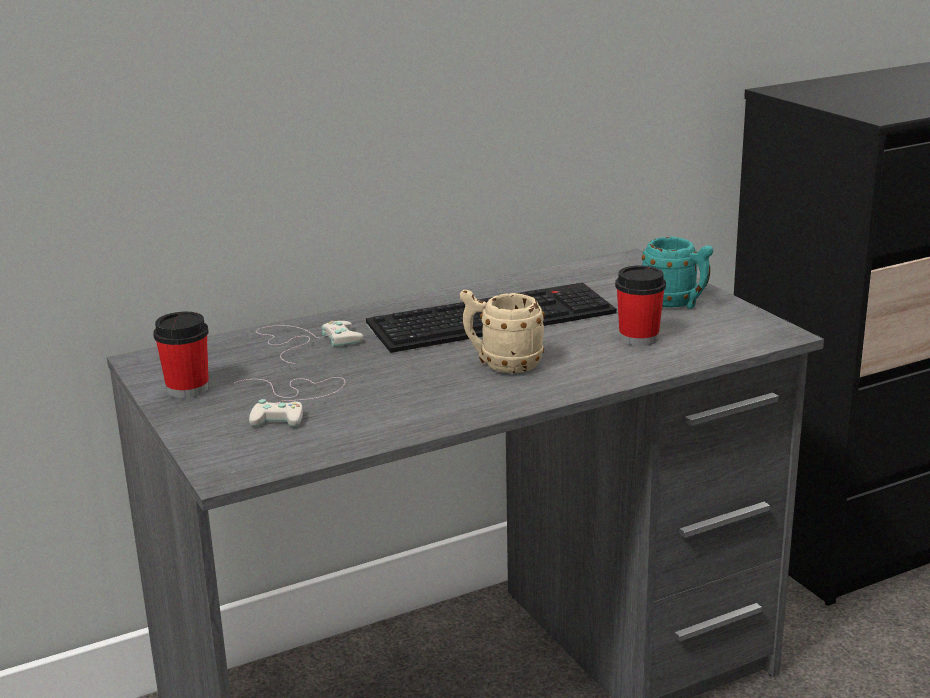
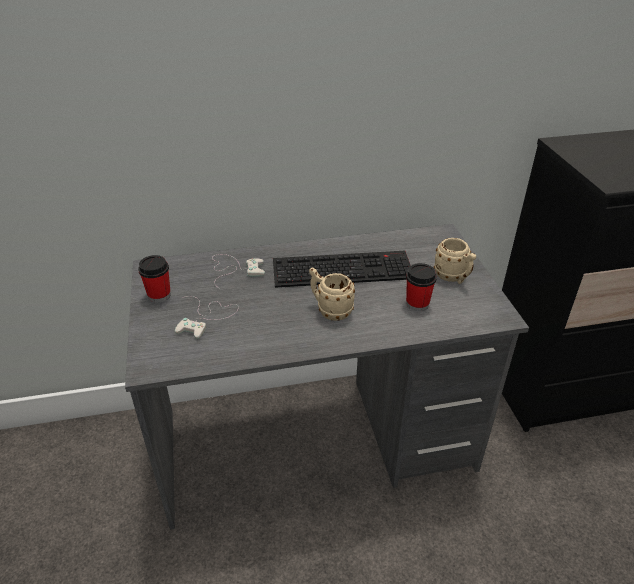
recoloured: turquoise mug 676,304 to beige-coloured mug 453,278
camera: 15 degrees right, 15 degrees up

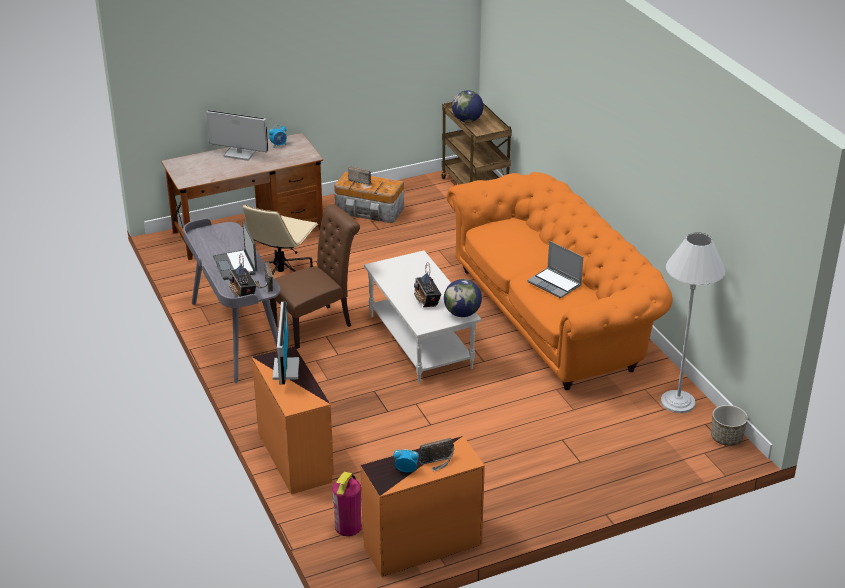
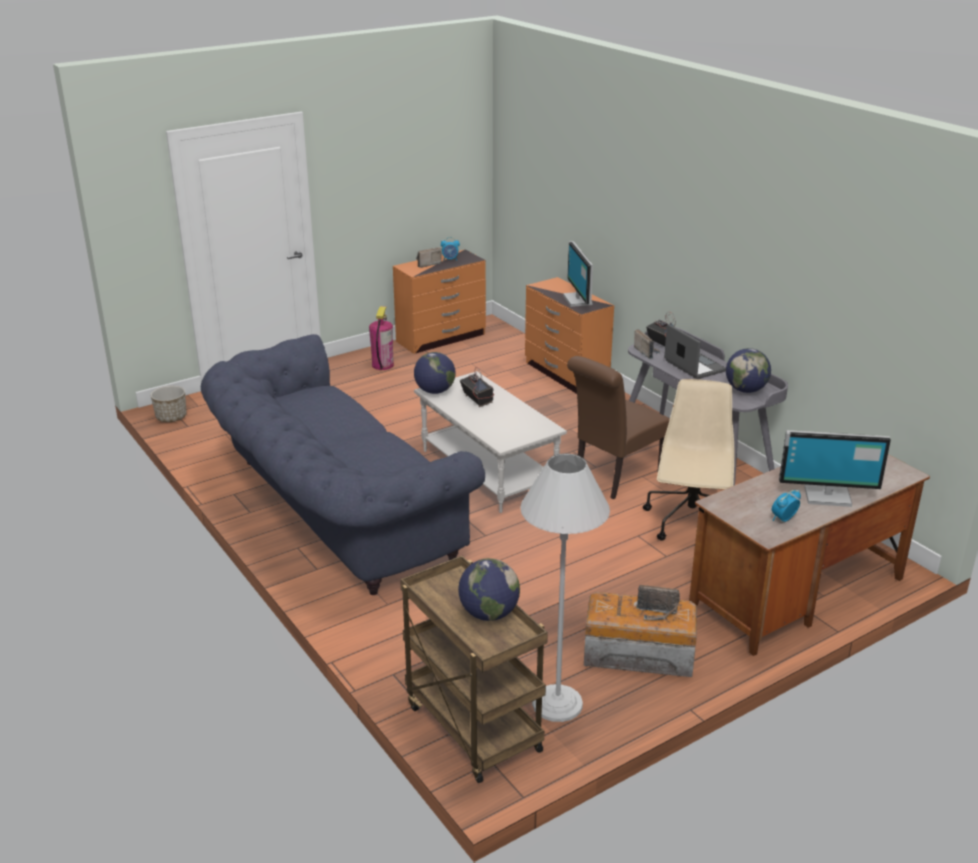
removed: portable computer 555,284
added: globe 745,390
moved: white floor lamp 678,402 to 557,704; fire-fighting cylinder 348,526 to 382,365
recoloured: orangey settee 555,316 to blue settee 331,513
camera: 170 degrees right, 5 degrees down

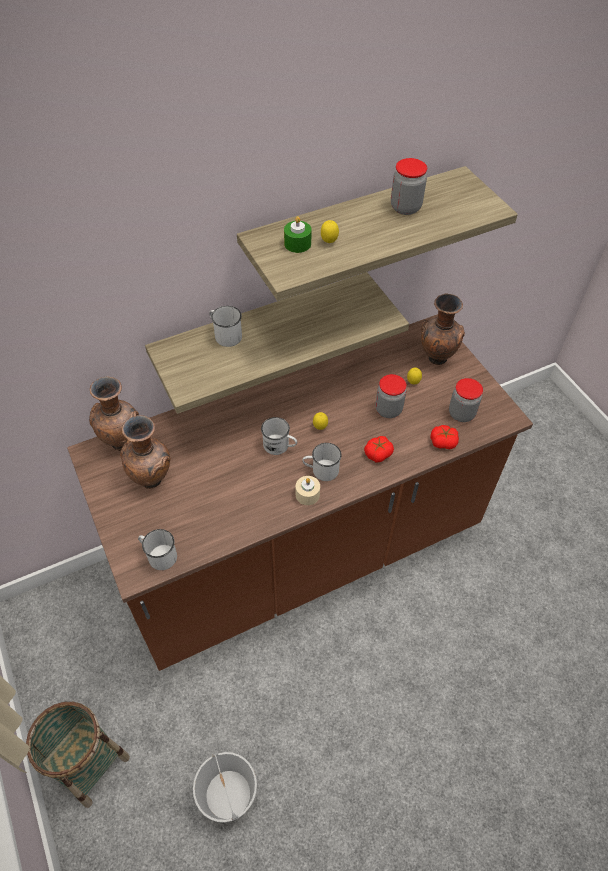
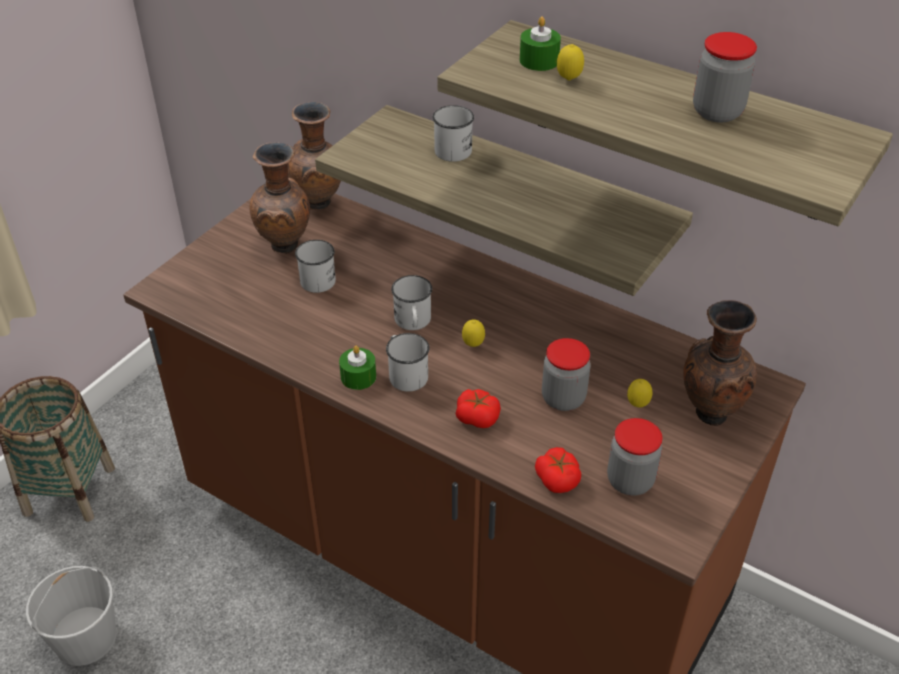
moved: white mug 158,555 to 318,277
recoloured: beige-coloured candle 307,494 to green-coloured candle 358,377
camera: 60 degrees right, 10 degrees down

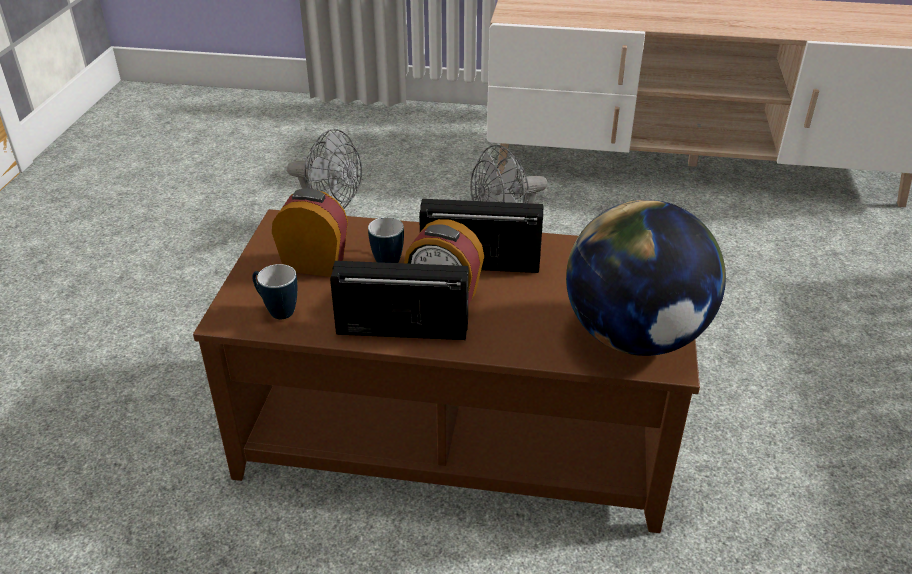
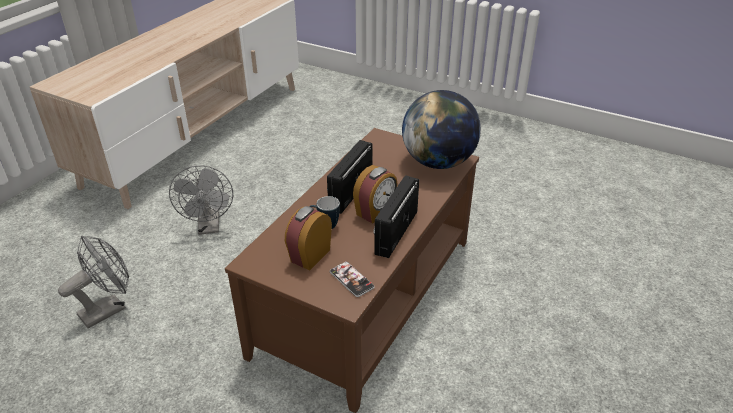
replaced: mug 276,310 to phone 351,280
camera: 70 degrees left, 0 degrees up

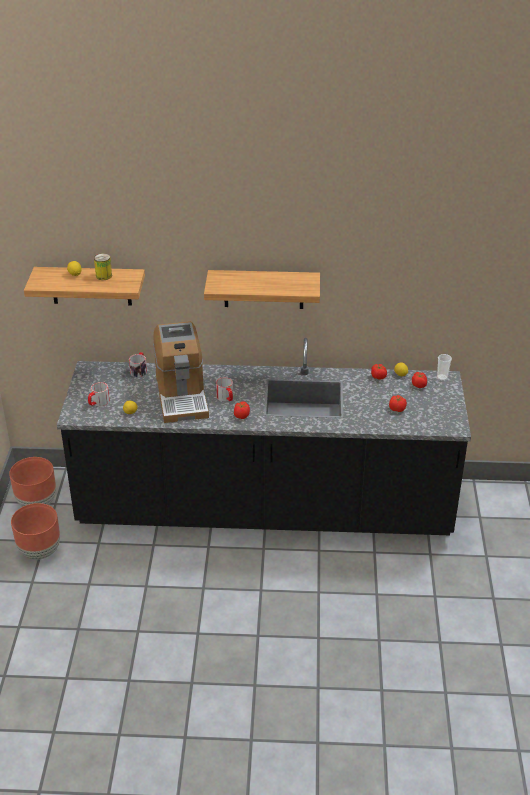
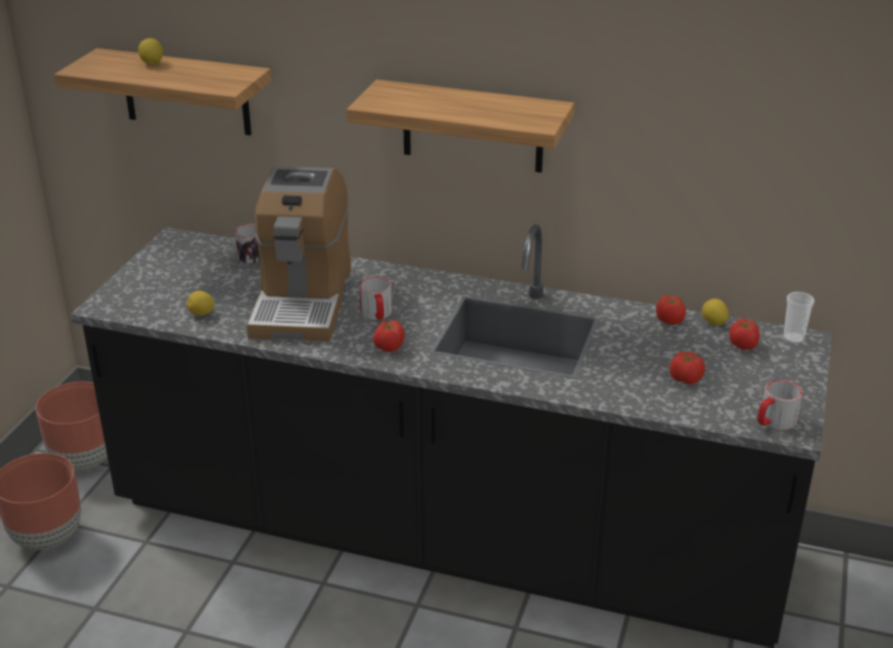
removed: metal can 104,276
moved: mug 98,402 to 773,421
camera: 15 degrees right, 5 degrees down

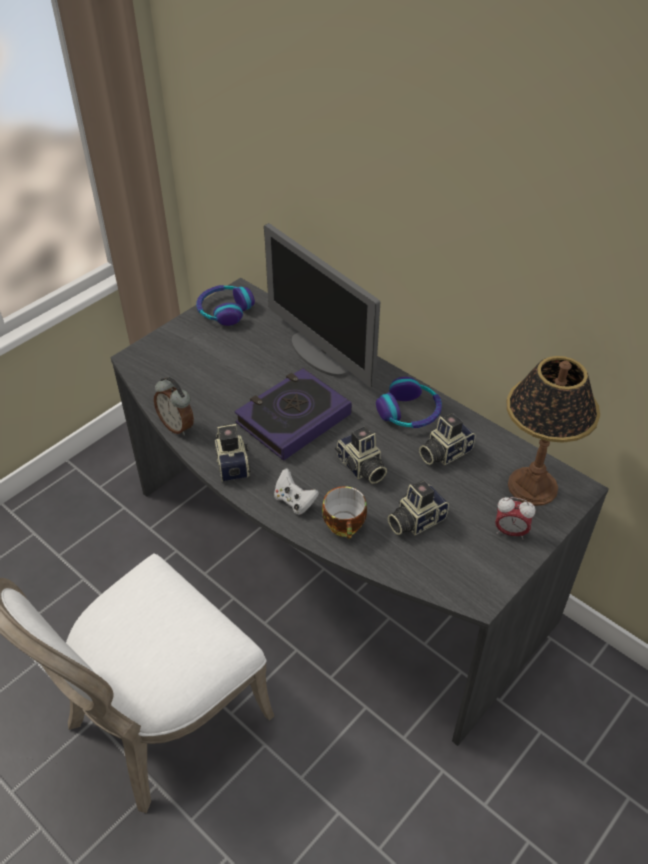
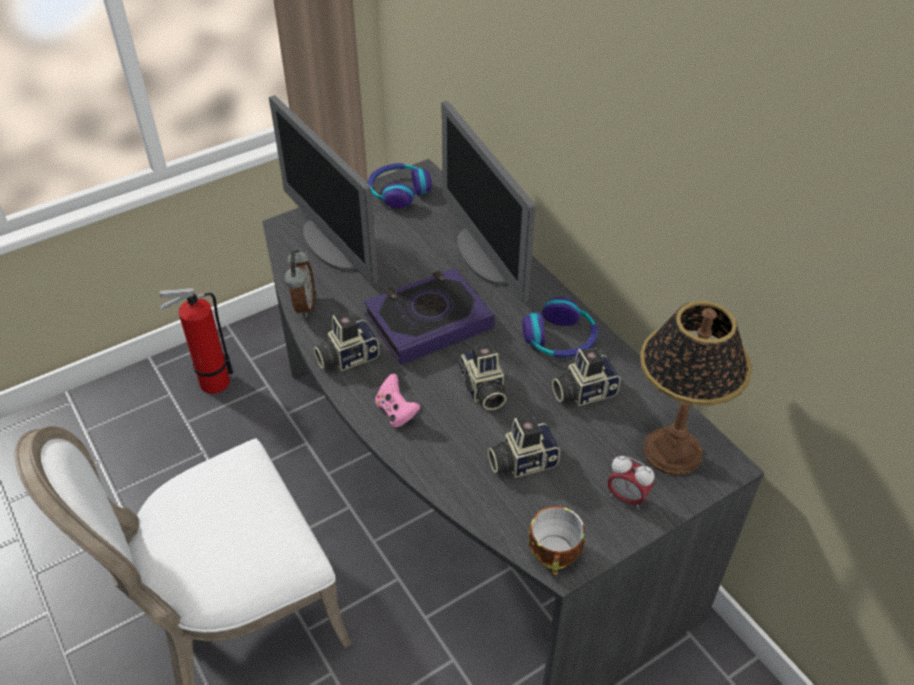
added: monitor 331,246; fire-fighting cylinder 210,383
moved: small cup 345,526 to 556,555
recoloured: white joypad 294,501 to pinkish joypad 396,412
turned: alarm clock 177,426 = 303,306 150 degrees counterclockwise; photo camera 233,462 = 346,356 120 degrees counterclockwise
camera: 15 degrees right, 0 degrees up

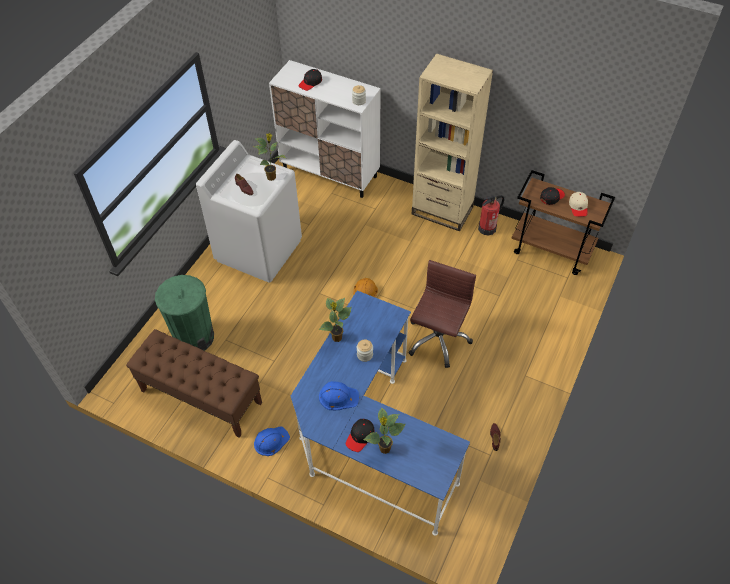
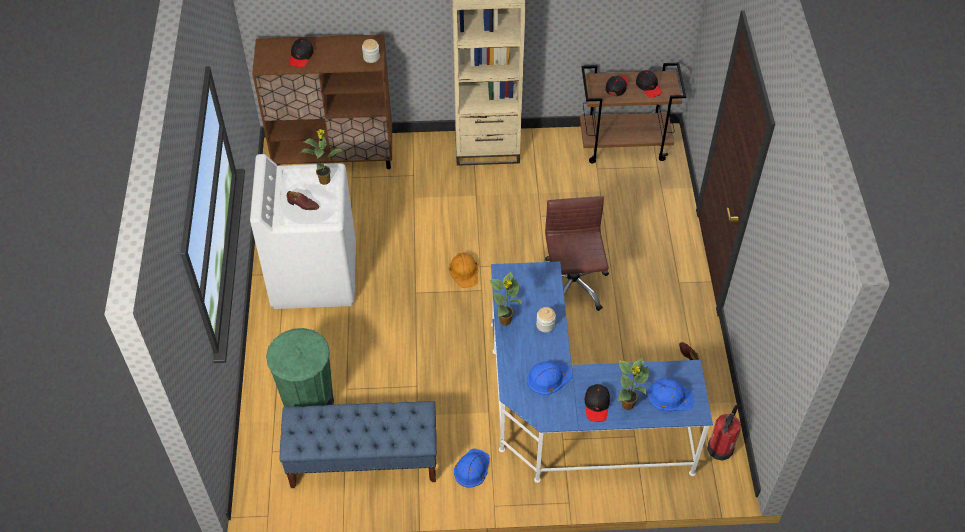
added: blue safety helmet 670,396
moved: fire-fighting cylinder 487,228 to 720,448
recoloured: white cupboard 330,173 to brown cupboard 334,155; beige-coloured cap 578,207 to blackish cap 648,86; brown bench 201,397 to blue bench 363,461
camera: 30 degrees left, 0 degrees up

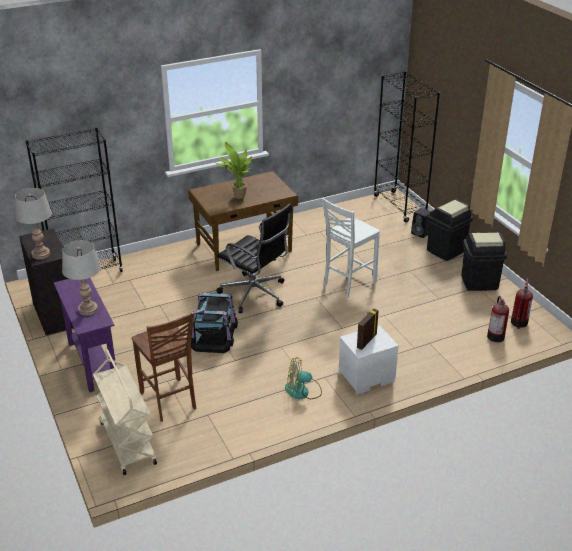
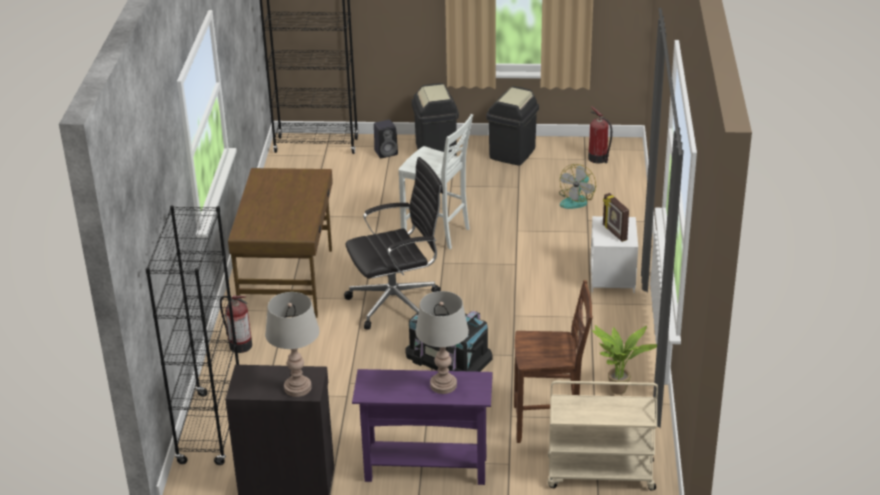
moved: houseplant 238,197 to 618,392; fire-fighting cylinder 495,336 to 239,345; cooling fan 302,391 to 577,200
turned: white chair 348,283 = 437,232 45 degrees counterclockwise
camera: 60 degrees left, 0 degrees up

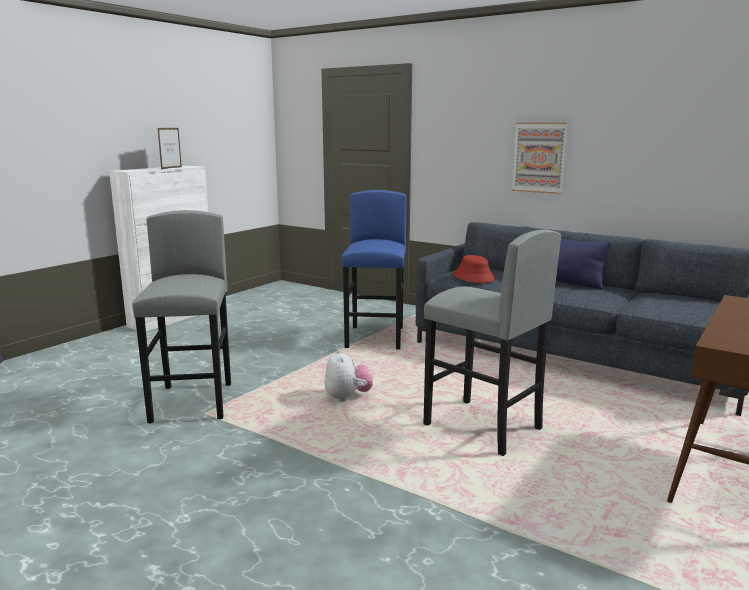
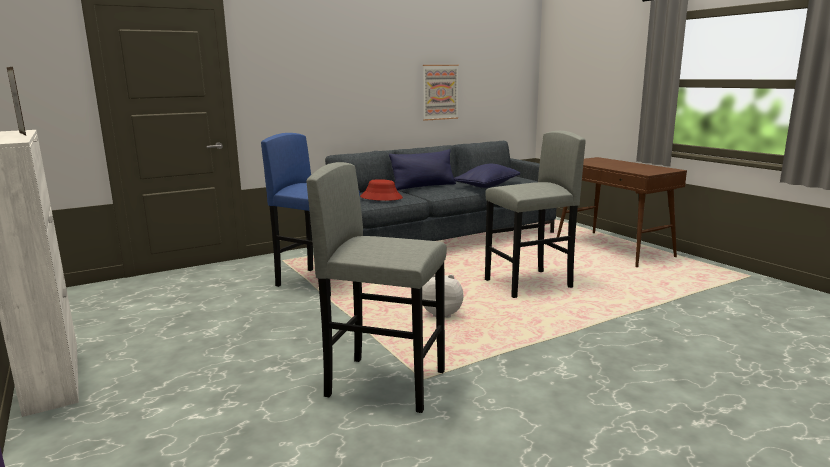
added: blue throw pillow 487,186
moved: picture 539,157 to 440,92
camera: 65 degrees left, 0 degrees up

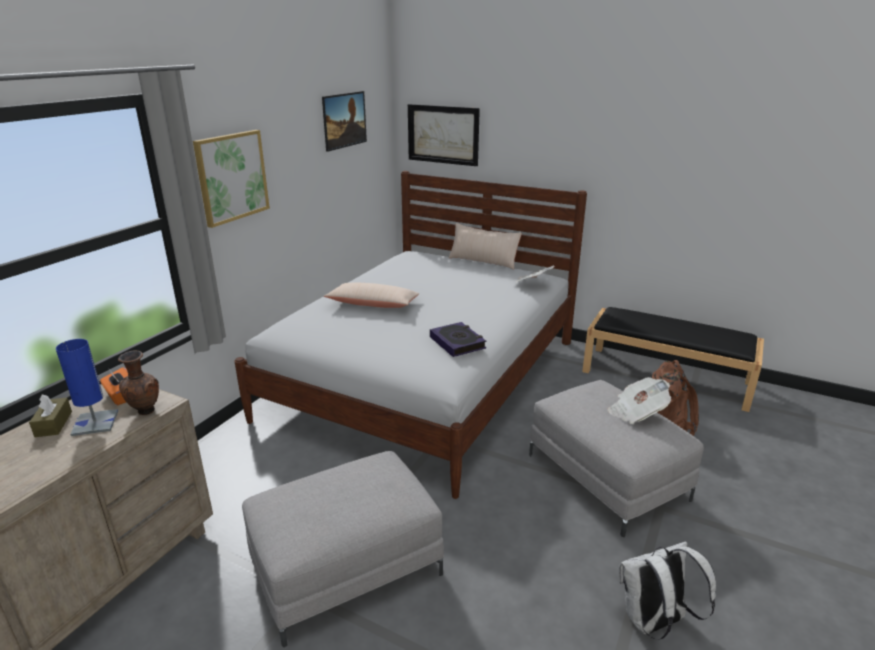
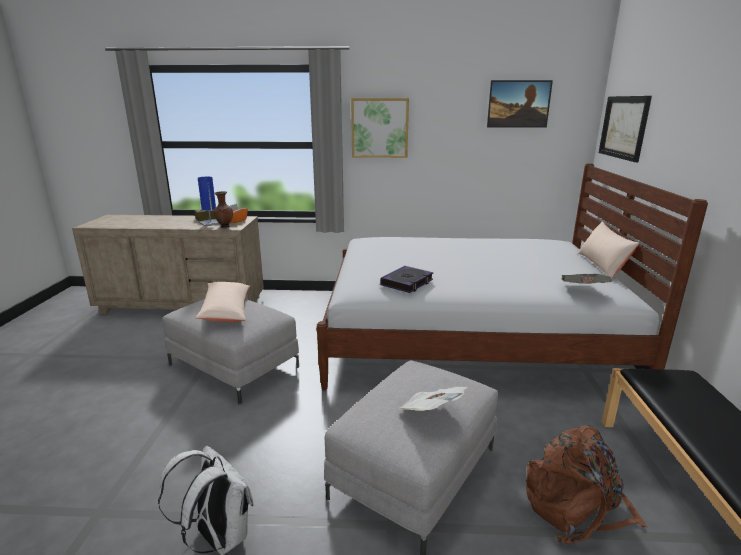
moved: beige-coloured throw pillow 373,304 to 226,310
camera: 65 degrees right, 5 degrees down

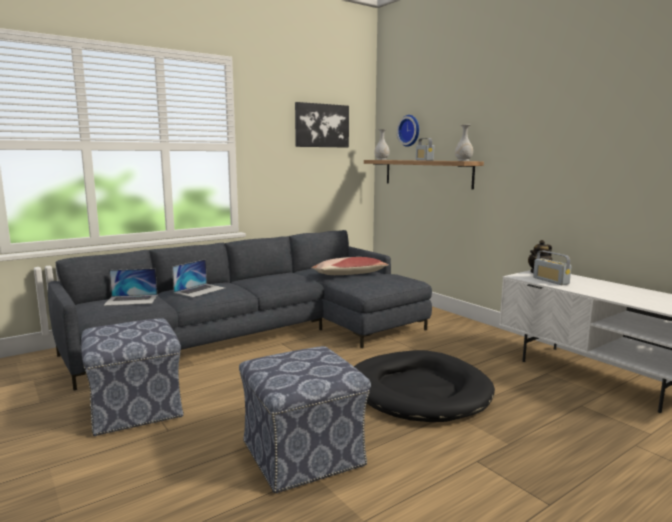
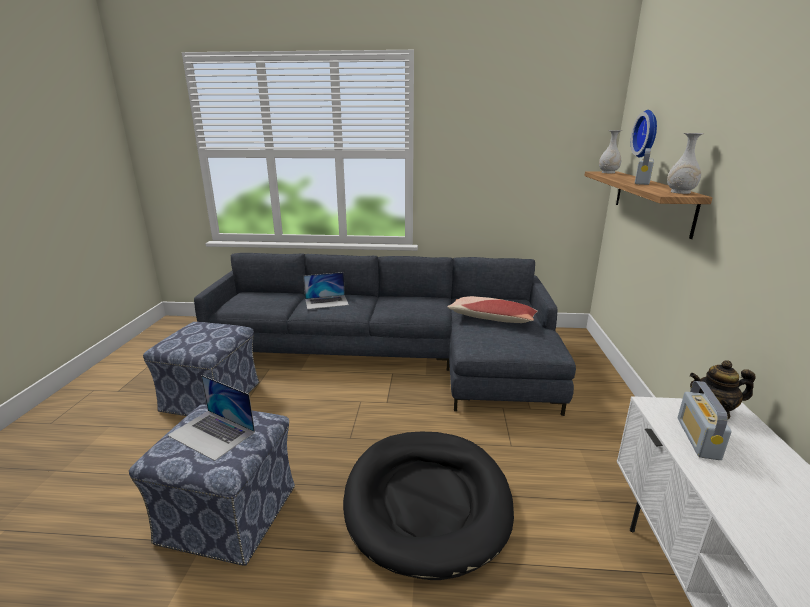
removed: picture 321,125
moved: portable computer 131,300 to 212,433
camera: 40 degrees right, 10 degrees up

